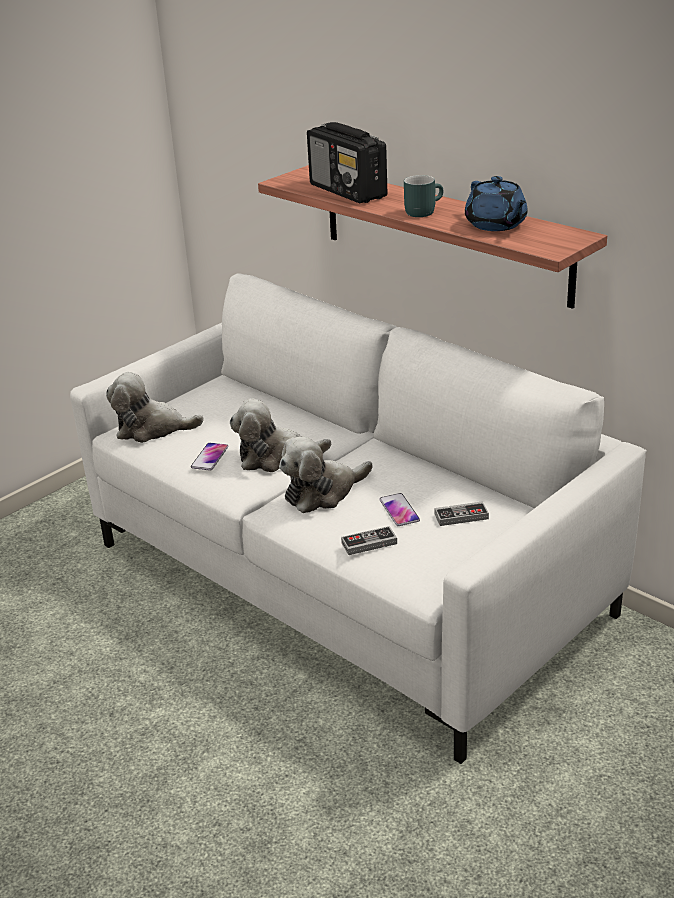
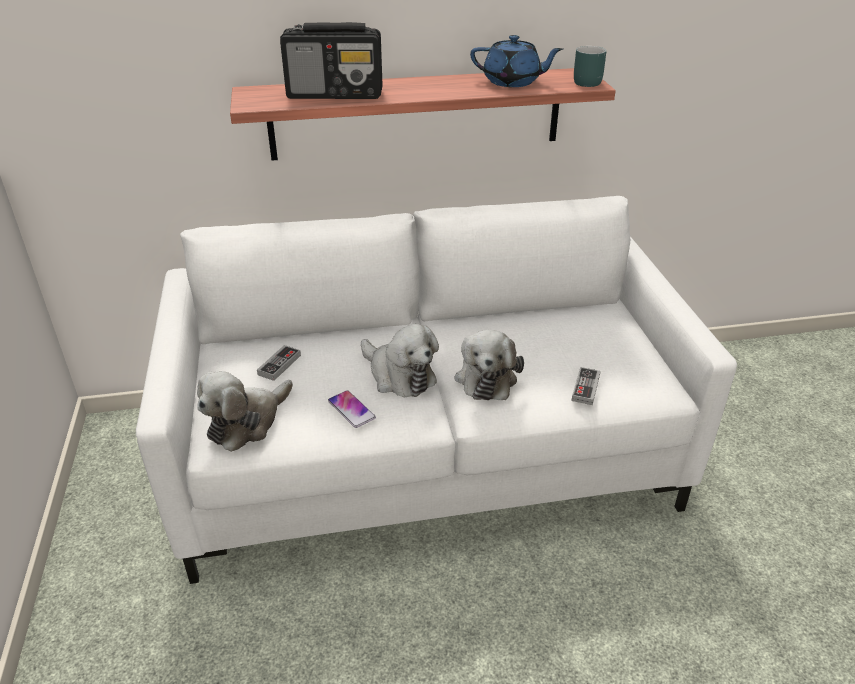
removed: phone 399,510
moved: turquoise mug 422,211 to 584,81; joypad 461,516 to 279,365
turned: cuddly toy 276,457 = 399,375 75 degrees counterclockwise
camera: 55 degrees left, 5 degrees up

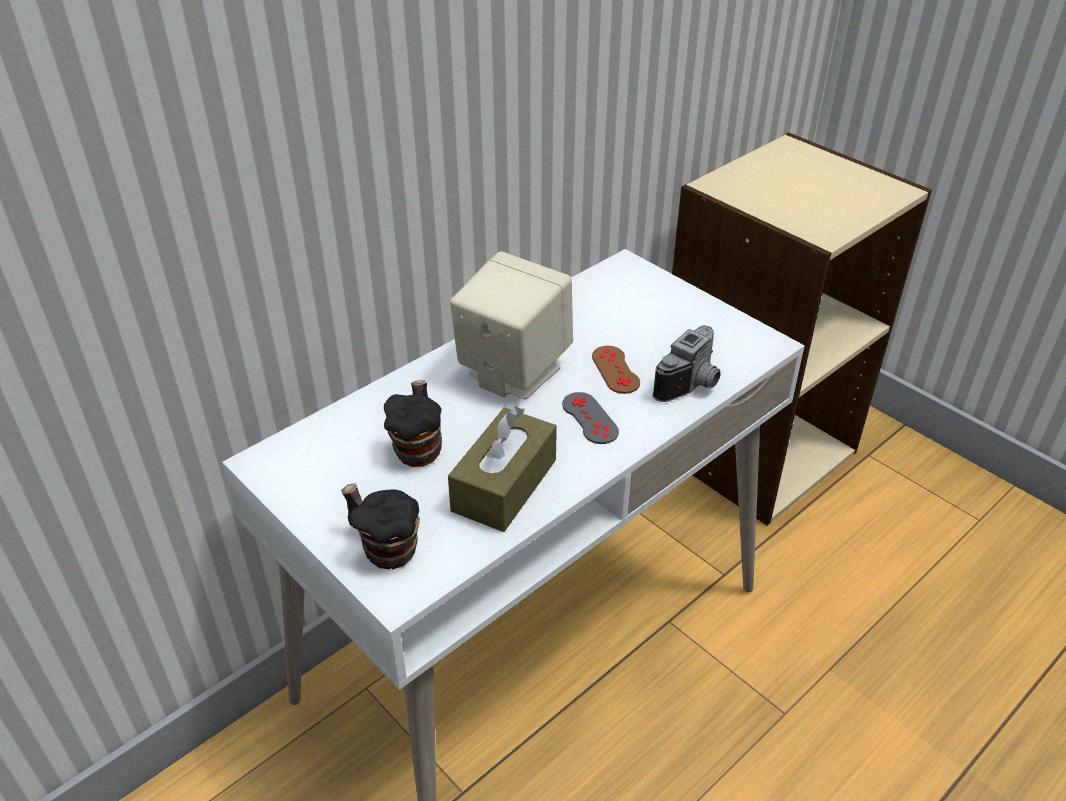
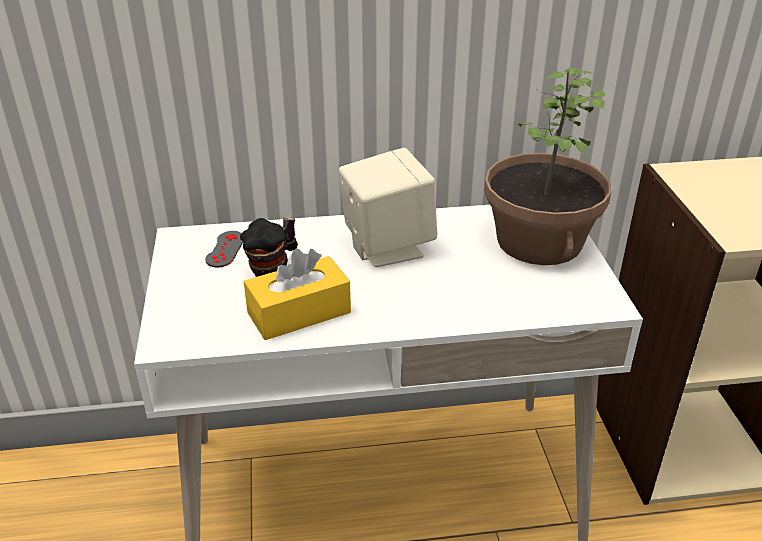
removed: photo camera 693,385; brown joypad 615,370; mug 384,548
added: houseplant 538,241
moved: greyish joypad 590,418 to 225,249
recoloured: brown box of tissues 504,485 to yellowish box of tissues 299,313
camera: 35 degrees right, 5 degrees down

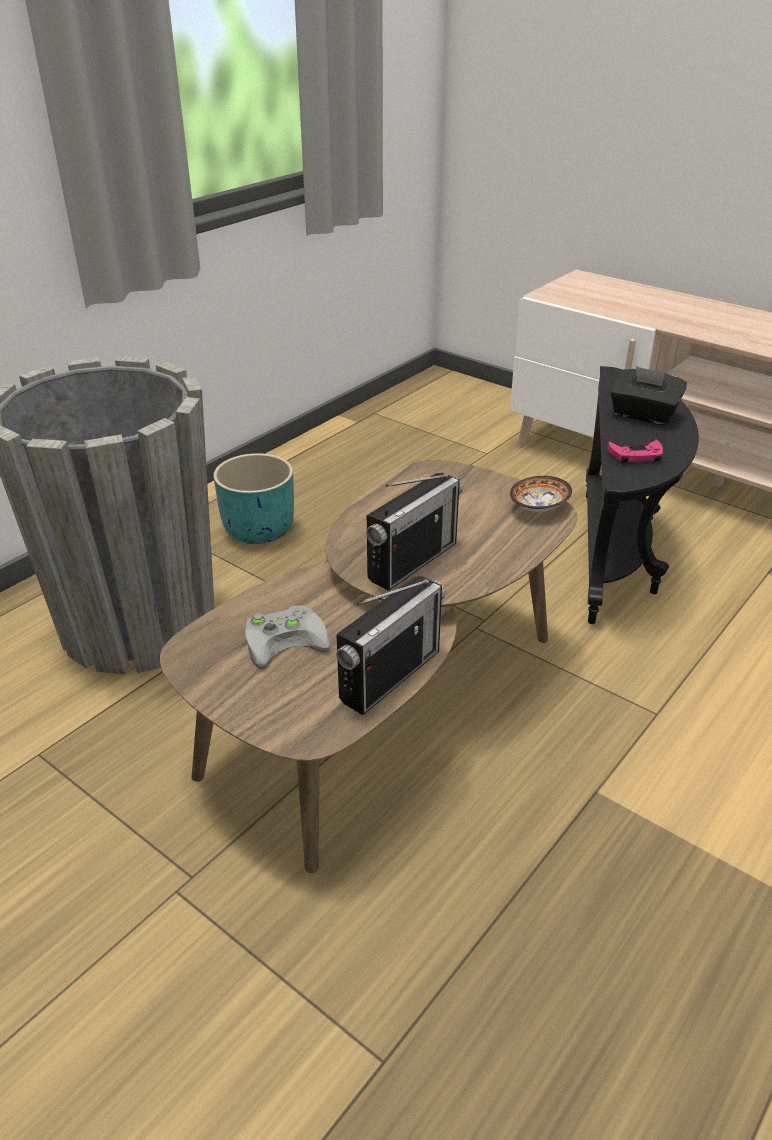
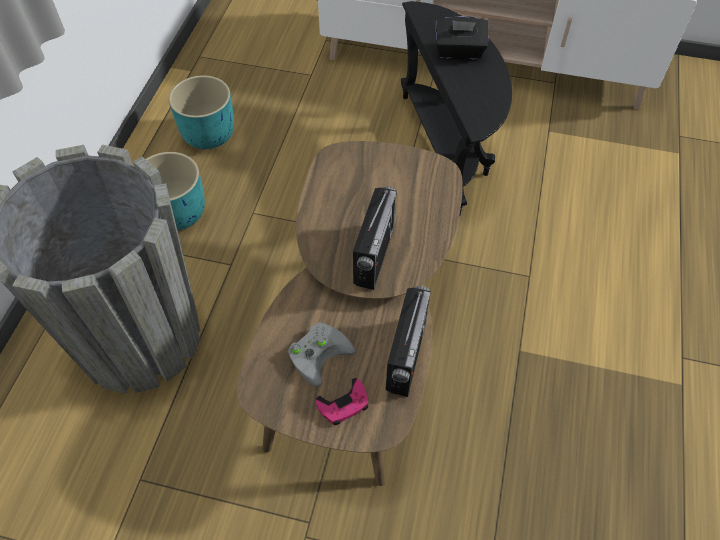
removed: bowl 541,508
added: turquoise flower pot 208,134
moved: pinkish joypad 636,455 to 344,404
camera: 25 degrees left, 20 degrees up

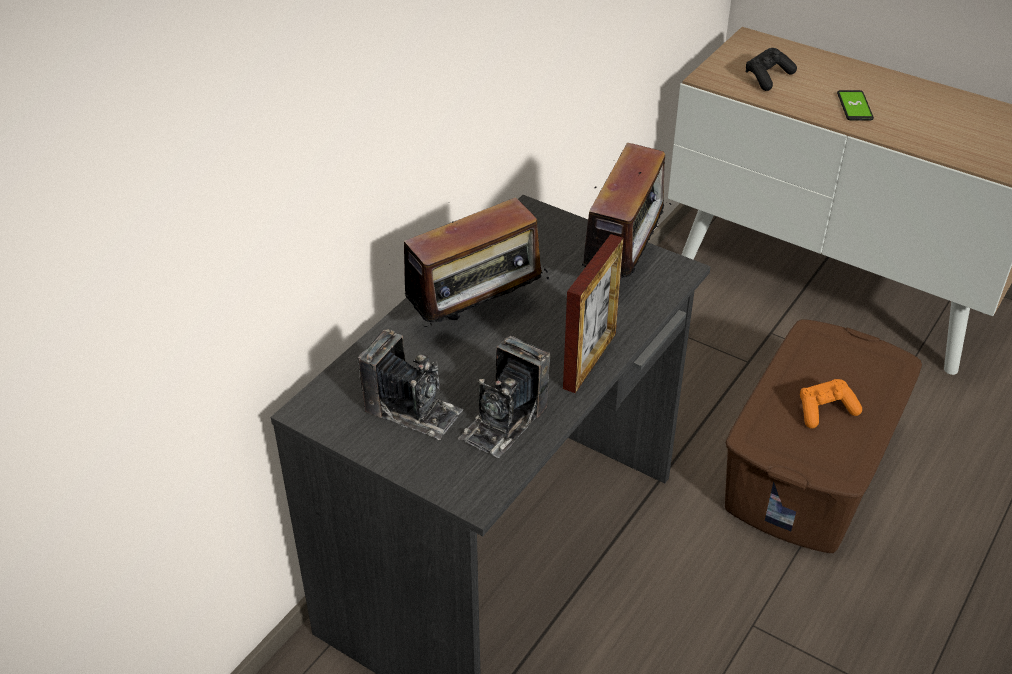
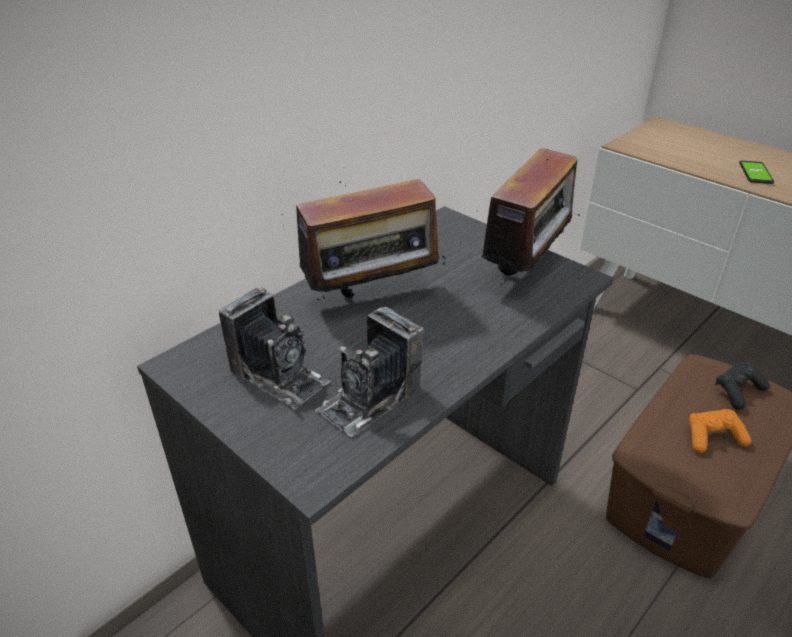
removed: standing frame 589,360
moved: blackish joypad 768,77 to 737,391
camera: 10 degrees right, 5 degrees down

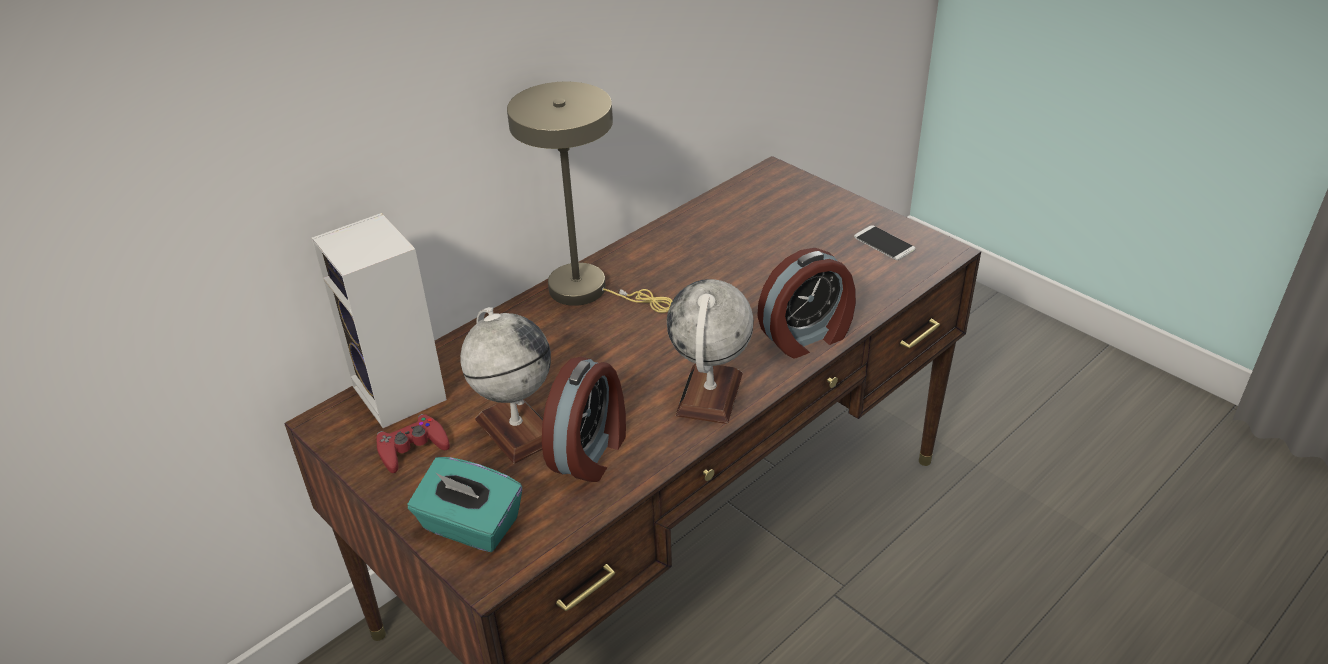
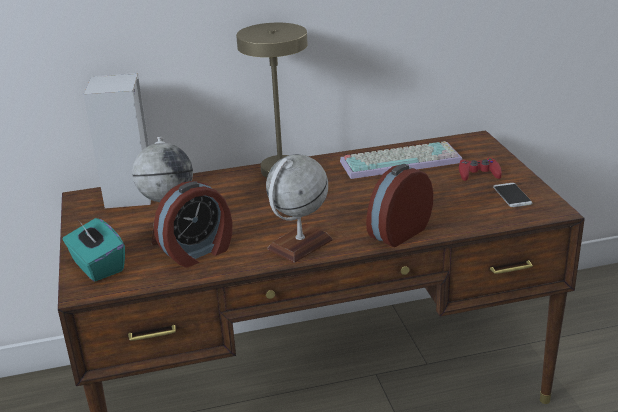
added: keyboard 401,161
moved: red-coloured joypad 412,448 to 478,173
turned: alarm clock 807,337 = 397,232 135 degrees clockwise
camera: 30 degrees right, 10 degrees down

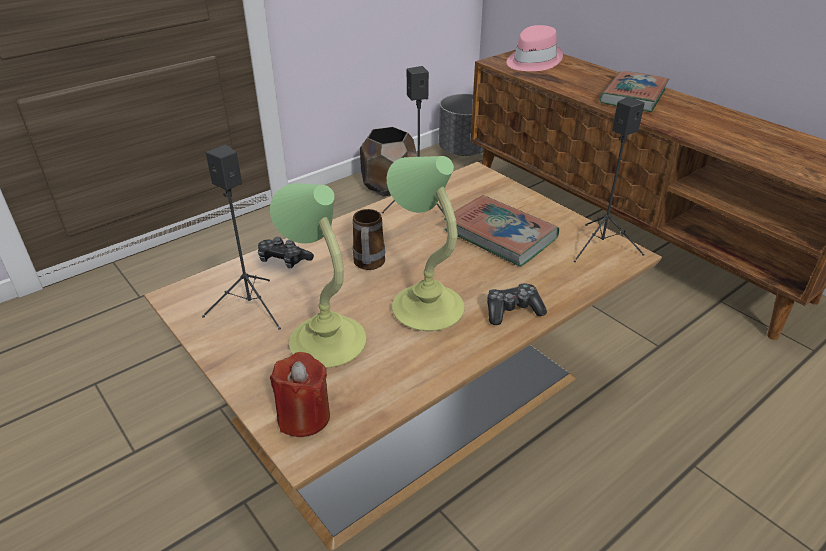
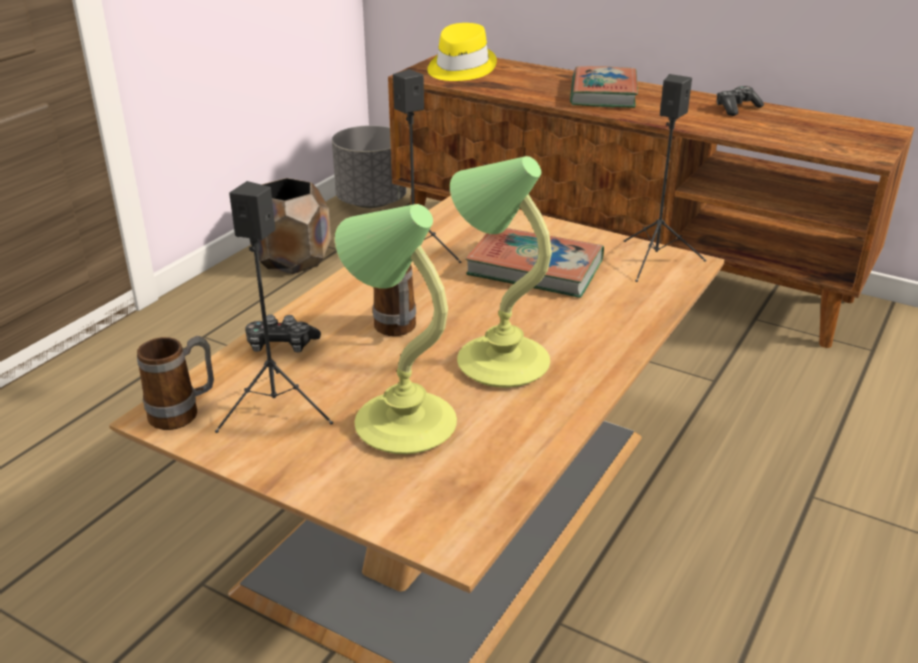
removed: red-coloured candle 304,417
added: mug 184,414
moved: joypad 512,311 to 736,108
recoloured: pinkish wearable hat 532,61 to yellowish wearable hat 459,69
camera: 20 degrees left, 5 degrees down

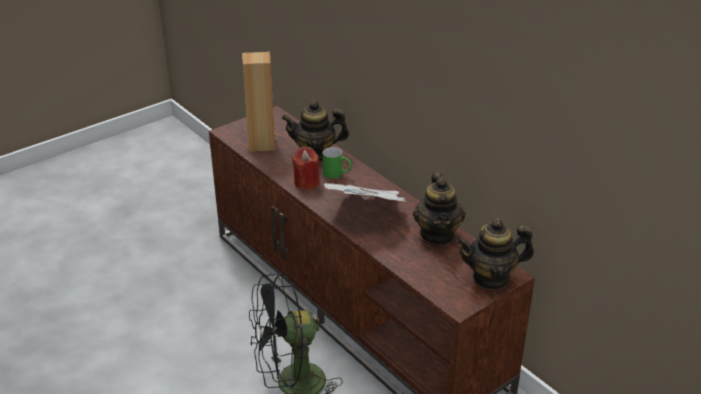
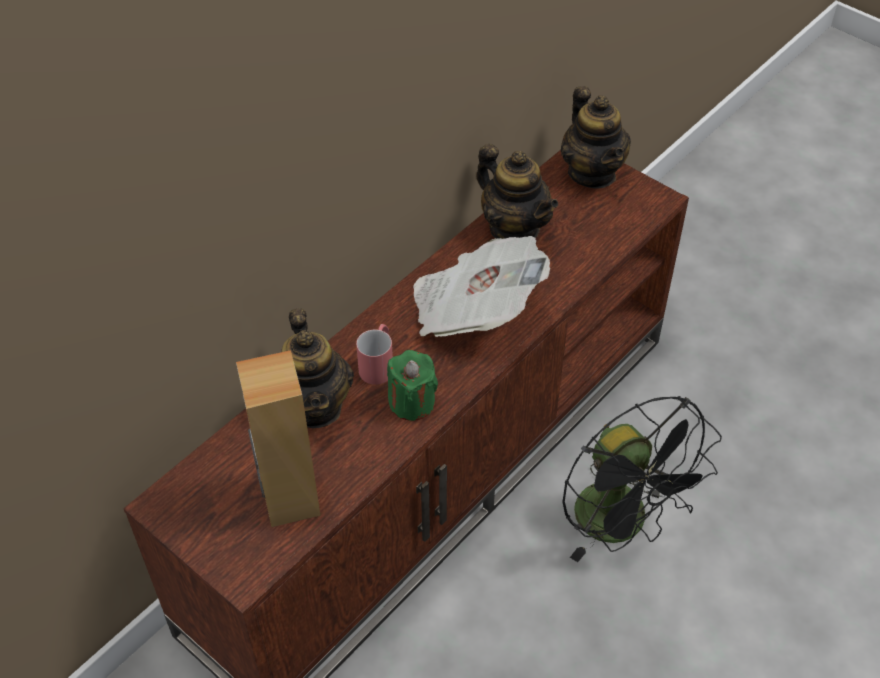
recoloured: red-coloured candle 306,182 to green-coloured candle 412,402; green-coloured mug 337,174 to red-coloured mug 378,364
turned: pot for tea 438,234 = 514,228 60 degrees clockwise
camera: 100 degrees left, 15 degrees up

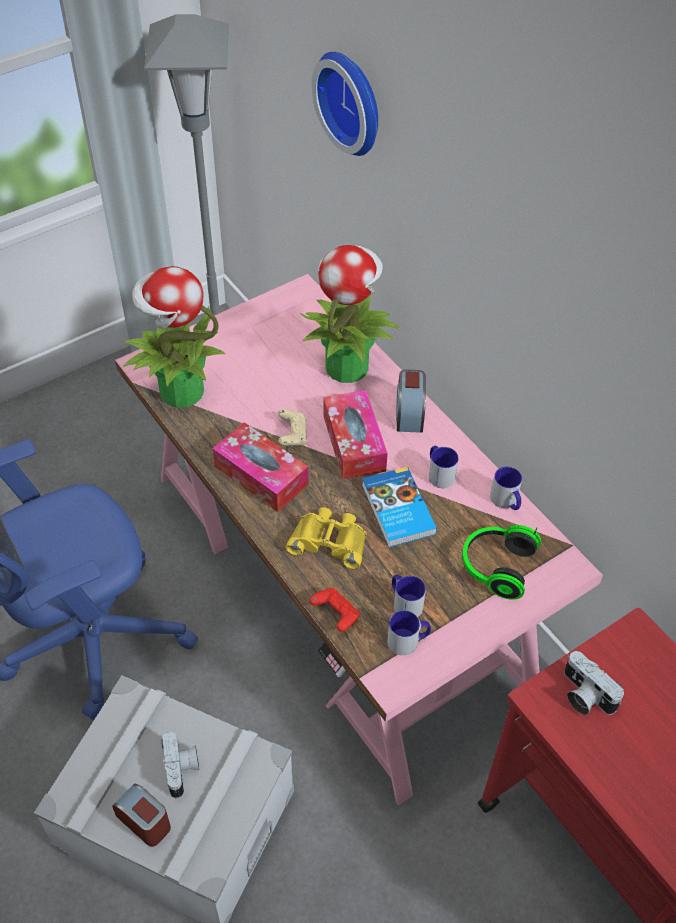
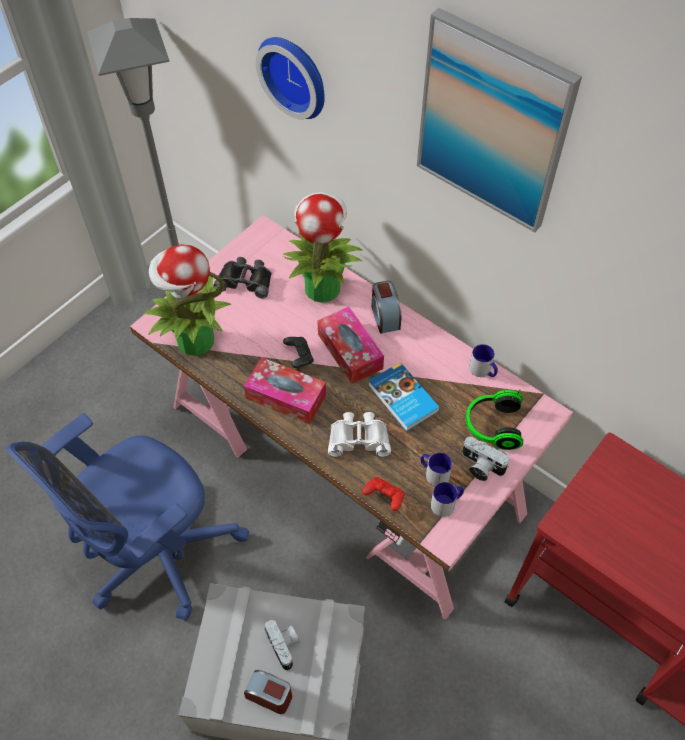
removed: mug 439,473
added: picture 493,123; blackish field glasses 245,280
moved: photo camera 584,695 to 480,466
recoloured: beige-coloured joypad 292,435 to blackish joypad 299,356; yellowish field glasses 329,541 to white field glasses 359,438
camera: 15 degrees left, 5 degrees up

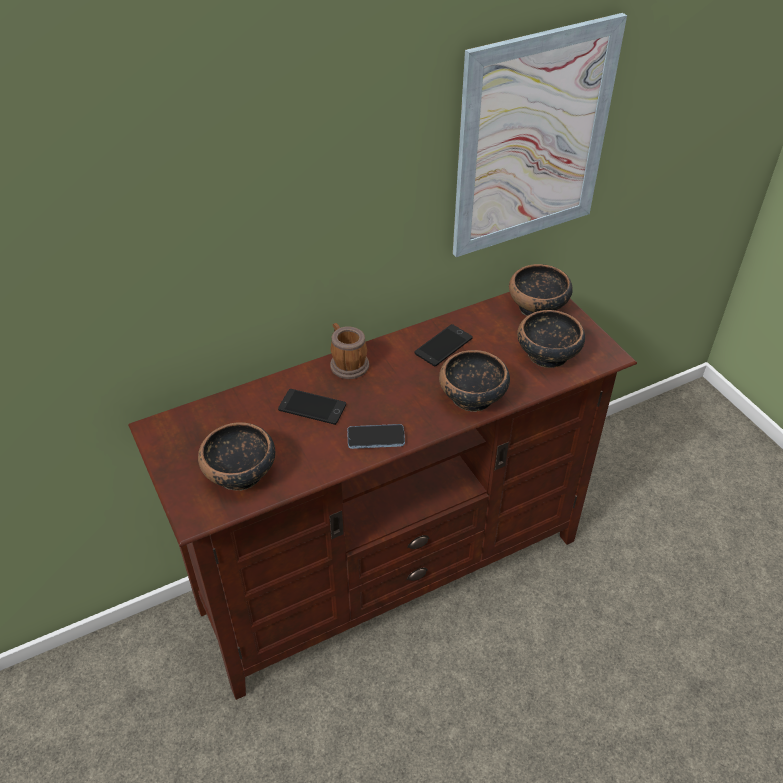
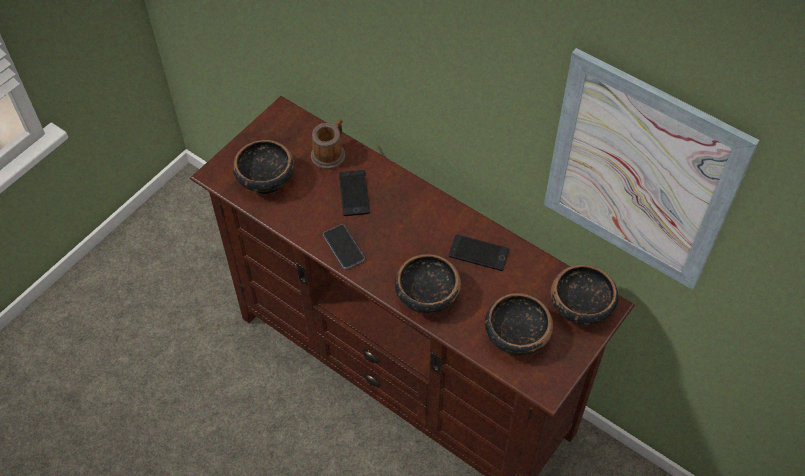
moved: mug 347,363 to 330,153
camera: 65 degrees right, 10 degrees up

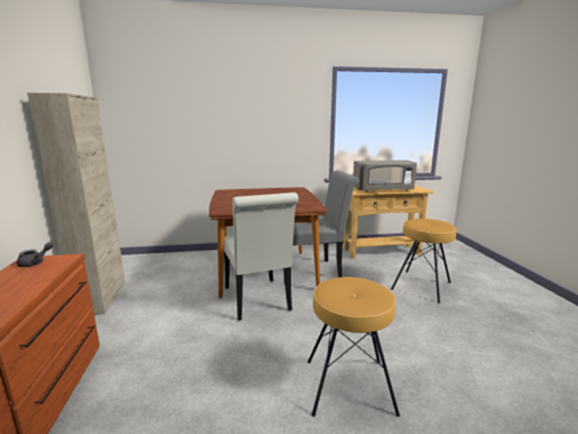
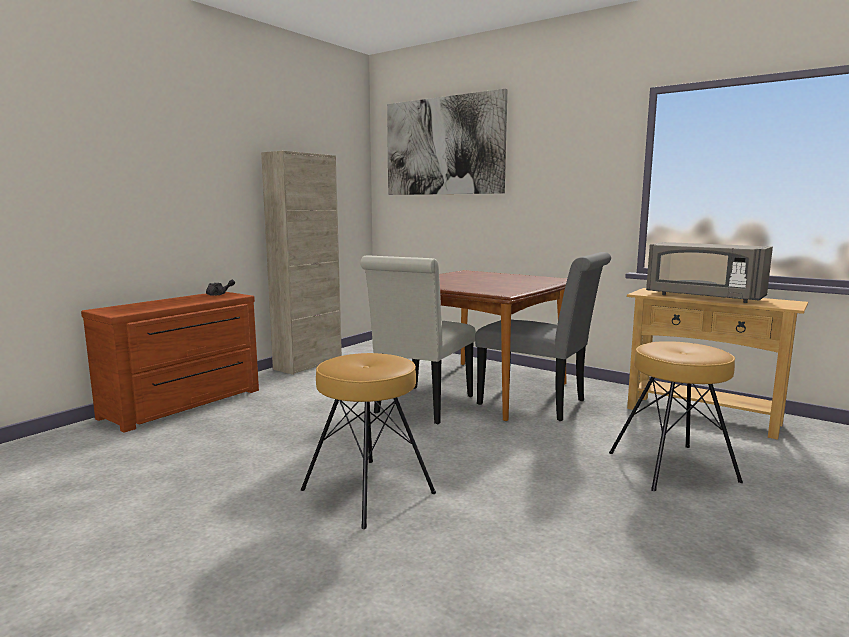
added: picture 444,146
camera: 45 degrees right, 5 degrees down

